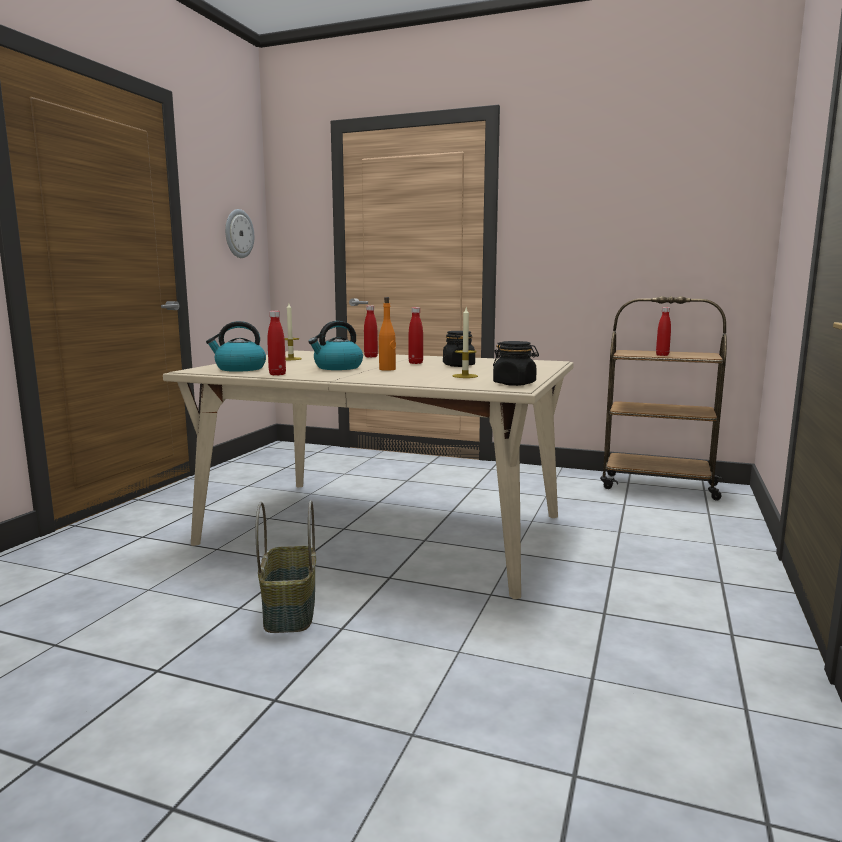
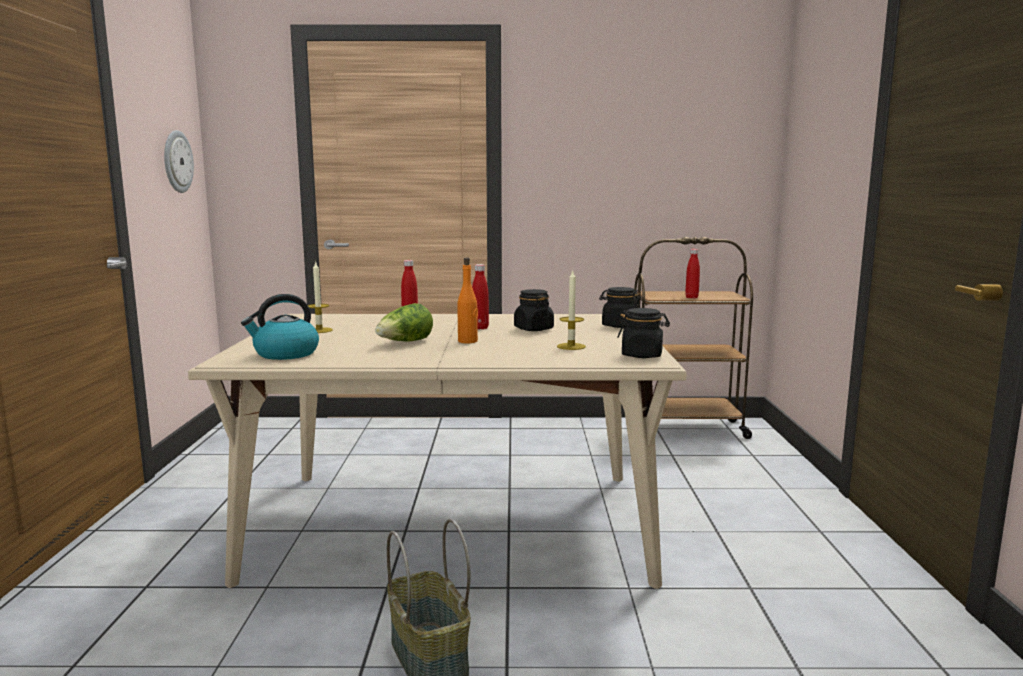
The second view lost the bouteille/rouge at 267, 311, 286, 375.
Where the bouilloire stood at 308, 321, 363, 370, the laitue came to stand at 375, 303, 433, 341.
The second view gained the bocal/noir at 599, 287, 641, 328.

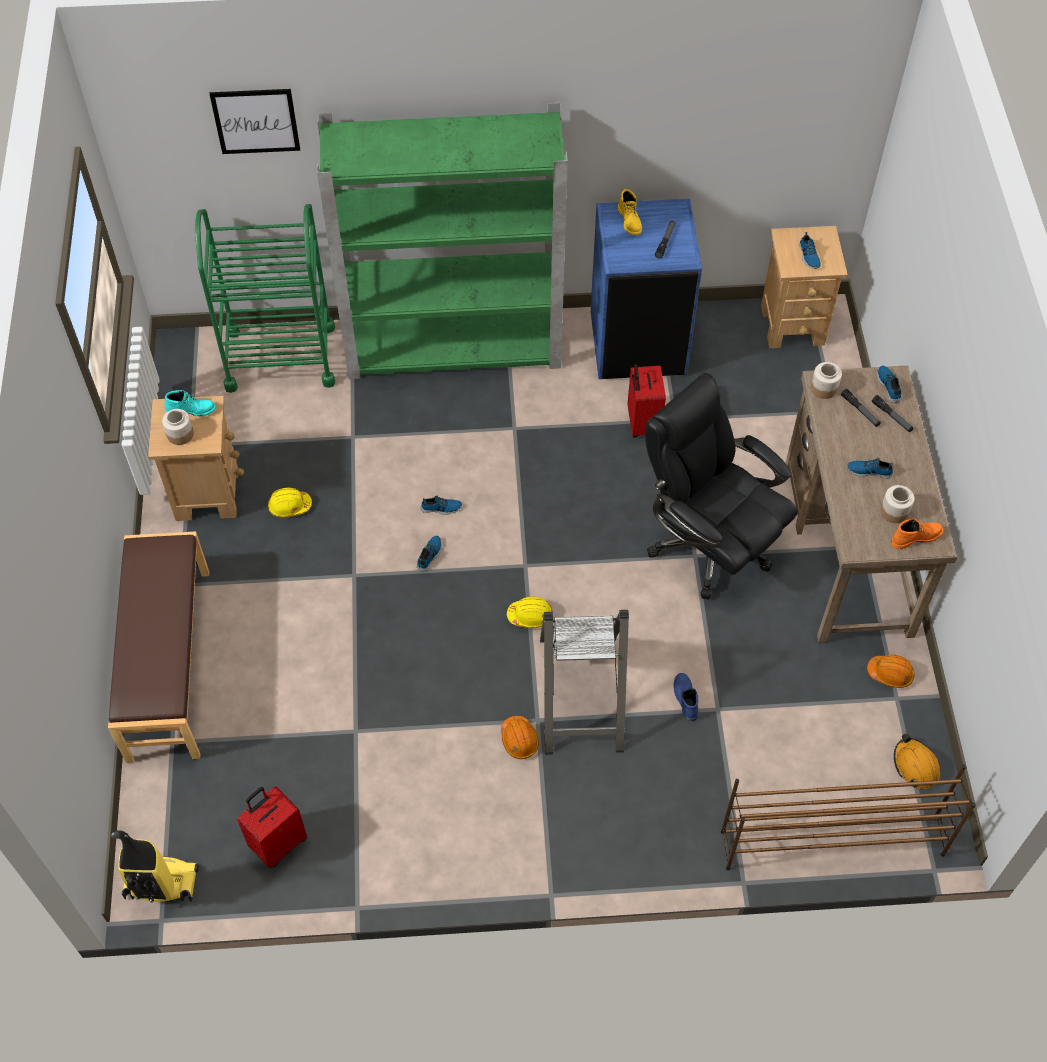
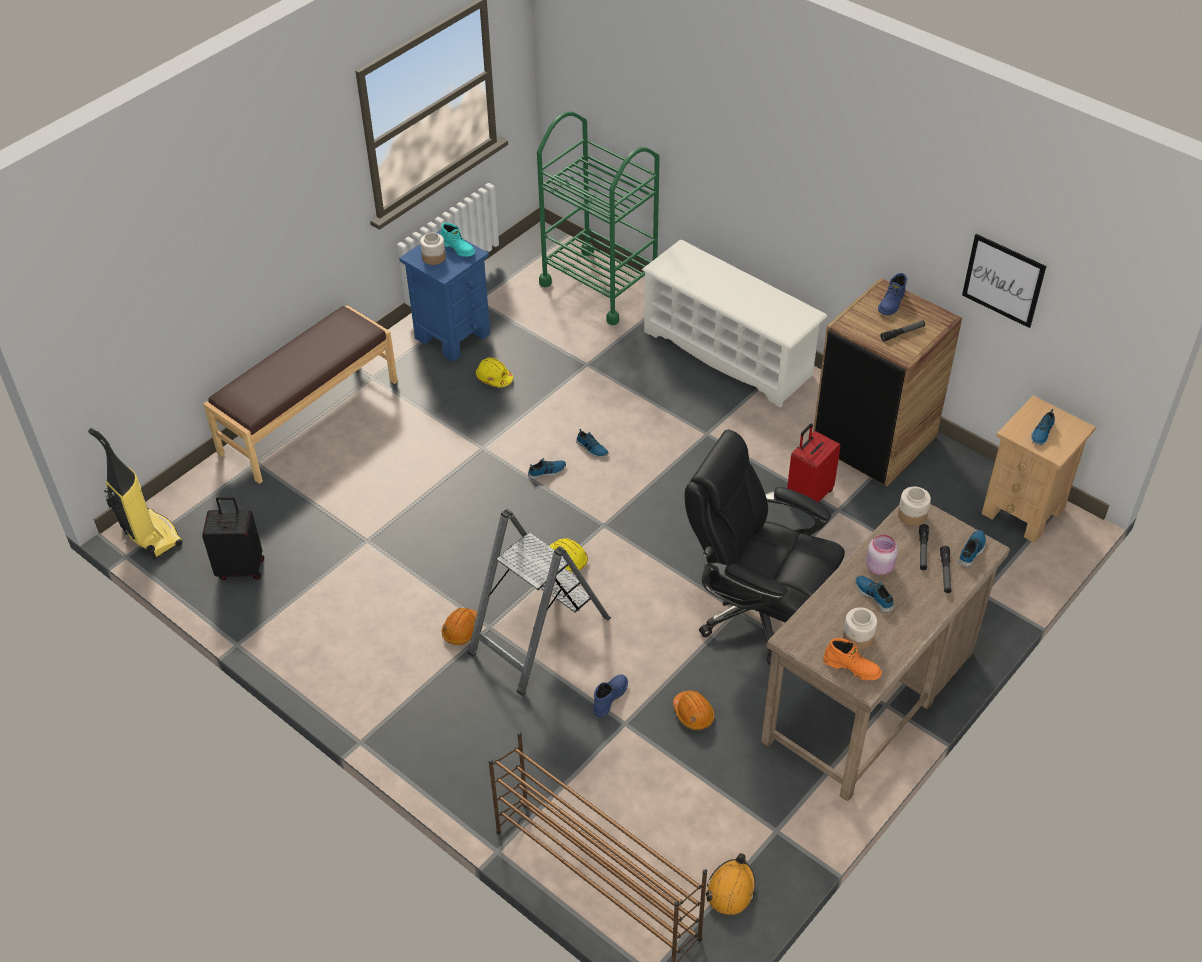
What was the table de chevet/beige at 148, 396, 244, 521 turned into the table de chevet/bleu at 399, 230, 490, 362.
The tableau ended up elsewhere, having gone from 210, 89, 300, 154 to 962, 234, 1046, 328.
What was the valise/rouge at 237, 786, 307, 868 turned into the valise/noir at 202, 497, 264, 580.
Where the bibliothèque/vert stood at 317, 103, 568, 379, the étagère à chaussures/blanc came to stand at 642, 240, 827, 408.
What was the meuble de rangement/bleu at 591, 199, 702, 379 turned into the meuble de rangement/marron at 813, 278, 962, 487.
What was the botte/jaune at 618, 189, 642, 235 turned into the botte/bleu at 878, 273, 907, 315.
The chaise de bureau/noir at 645, 373, 798, 599 ended up facing another way, 60 degrees counterclockwise from before.
The casque de chantier/orange ended up elsewhere, having gone from 867, 655, 915, 688 to 673, 691, 714, 730.
The second view gained the bocal/rose at 866, 534, 898, 575.

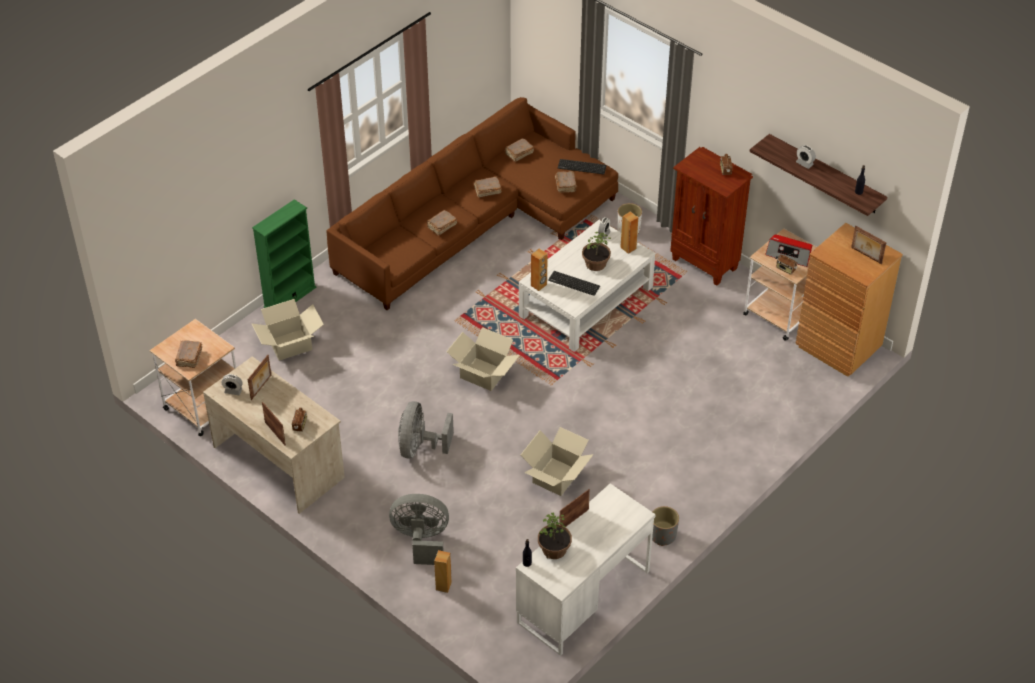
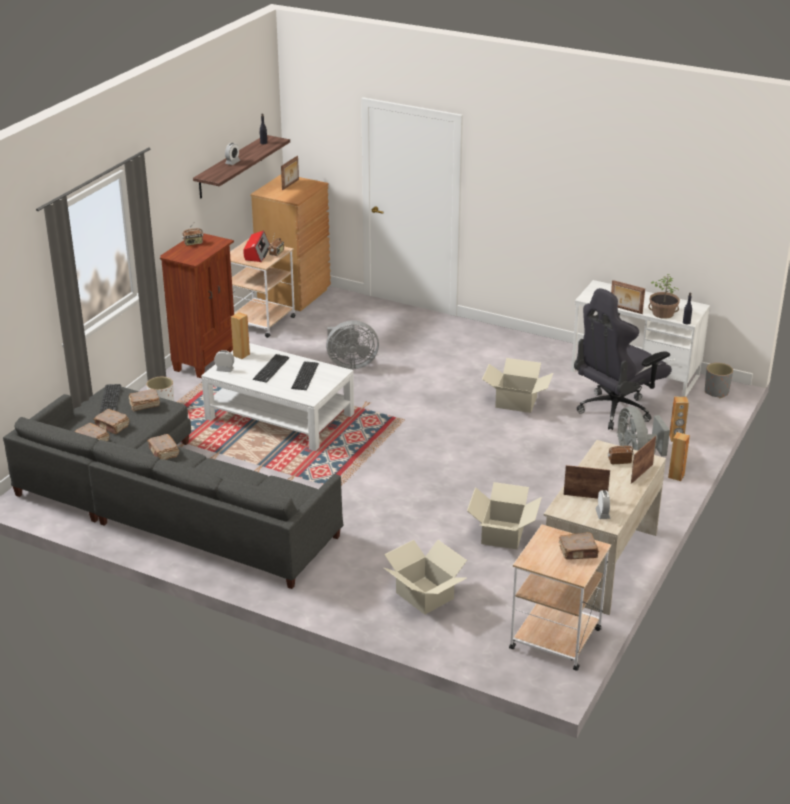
The second view lost the bibliothèque/vert at 252, 199, 316, 308.
What was the canapé/marron at 326, 97, 618, 310 turned into the canapé/gris at 3, 384, 344, 589.
The ventilateur/gris ended up elsewhere, having gone from 398, 401, 454, 458 to 326, 320, 379, 369.
The livre/marron ended up elsewhere, having gone from 427, 210, 457, 236 to 93, 409, 129, 434.
The carton ended up elsewhere, having gone from 446, 327, 520, 391 to 467, 482, 542, 549.
The enceinte/marron ended up elsewhere, having gone from 531, 249, 548, 291 to 668, 432, 690, 481.
Where the plante en pot stood at 582, 232, 611, 271, the clavier came to stand at 253, 354, 289, 383.
The cache-pot/gris ended up elsewhere, having gone from 652, 506, 679, 546 to 705, 363, 733, 398.
The second view gained the chaise de bureau/noir at 574, 288, 672, 430.

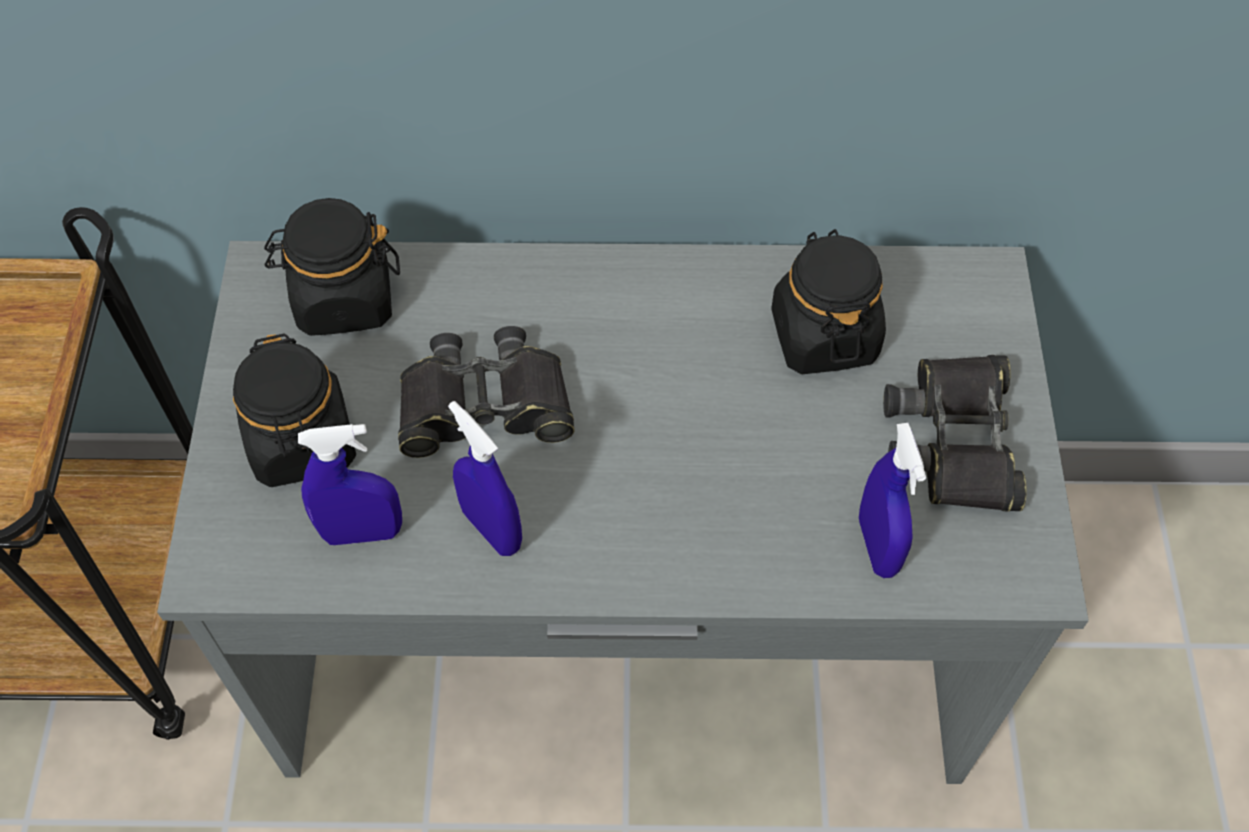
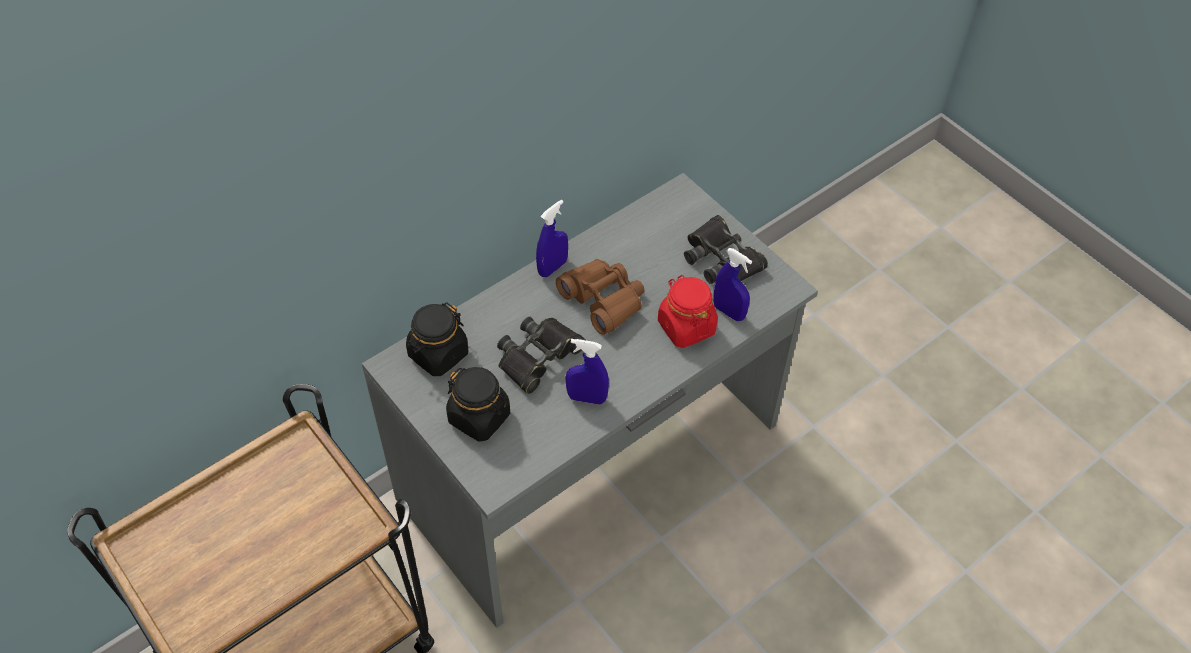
The vaporisateur/bleu ended up elsewhere, having gone from 298, 424, 402, 545 to 536, 200, 568, 277.
The second view lost the bocal/noir at 771, 229, 886, 374.
The second view gained the jumelles/marron at 556, 259, 644, 335.
The second view gained the bocal/rouge at 658, 275, 718, 348.

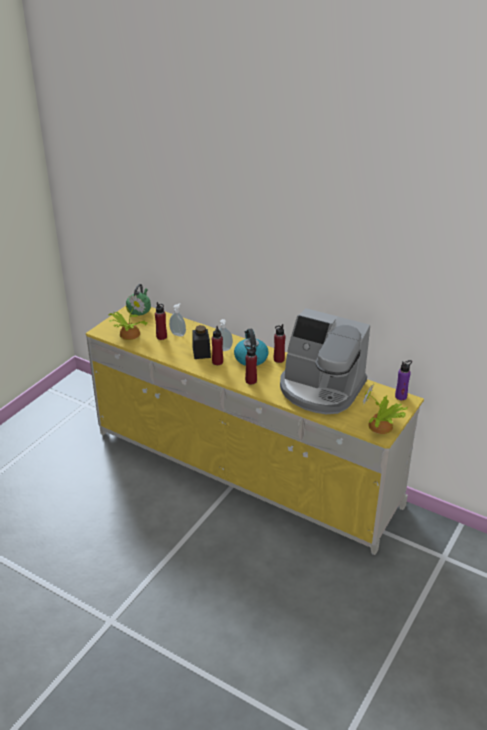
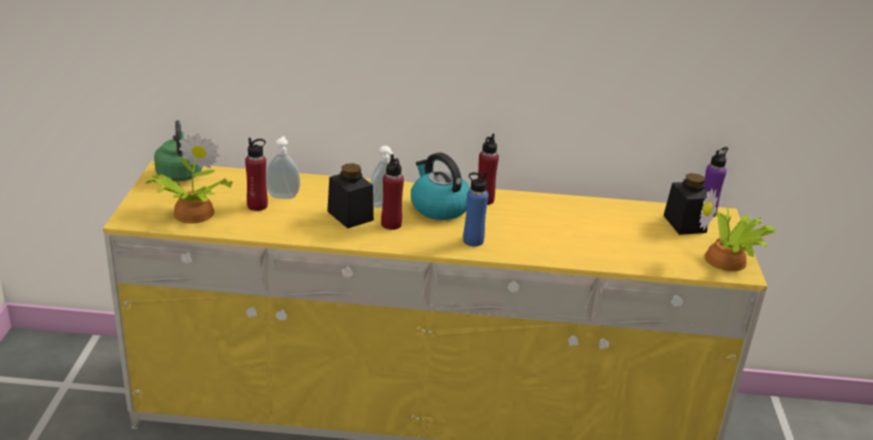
What was the bouteille/rouge at 245, 345, 257, 385 turned into the bouteille/bleu at 463, 172, 489, 246.
The second view lost the machine à café at 280, 308, 370, 414.
The second view gained the bocal/noir at 663, 173, 708, 235.

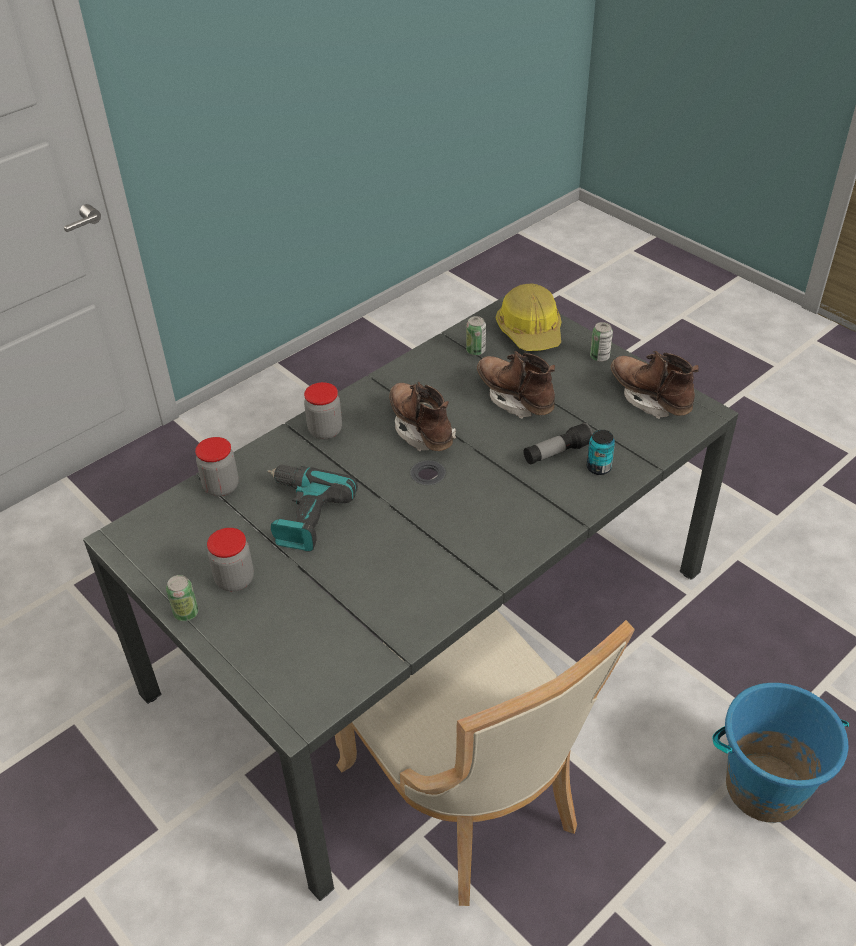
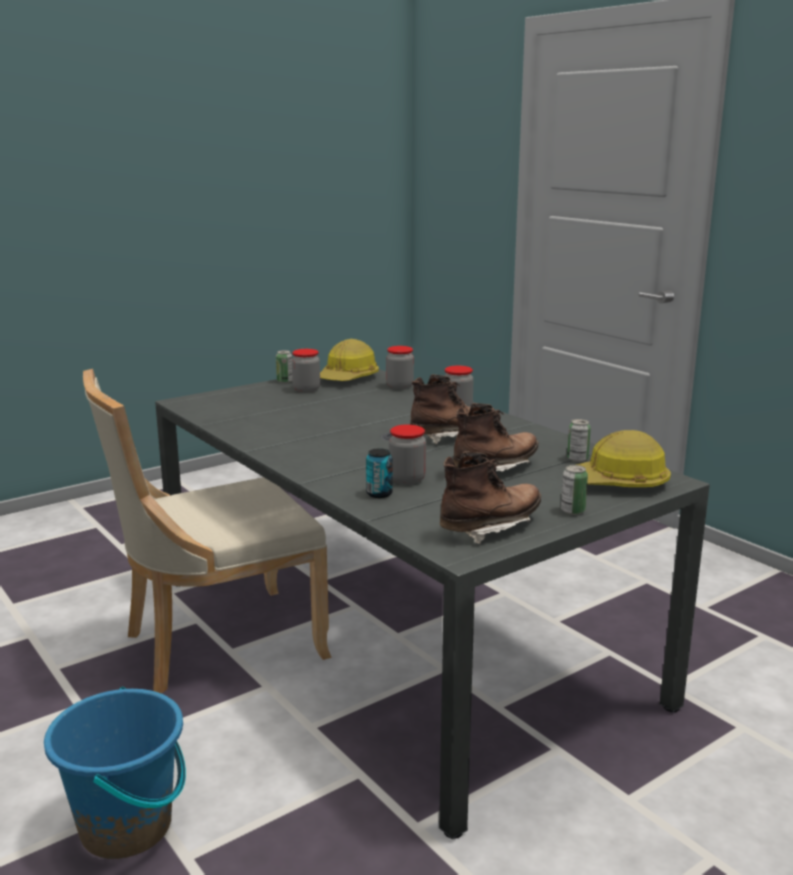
The second view lost the perceuse at 267, 465, 358, 551.
Where the lampe de poche stood at 524, 422, 593, 465, the bocal came to stand at 389, 424, 426, 485.
The second view gained the casque de chantier at 320, 339, 379, 381.

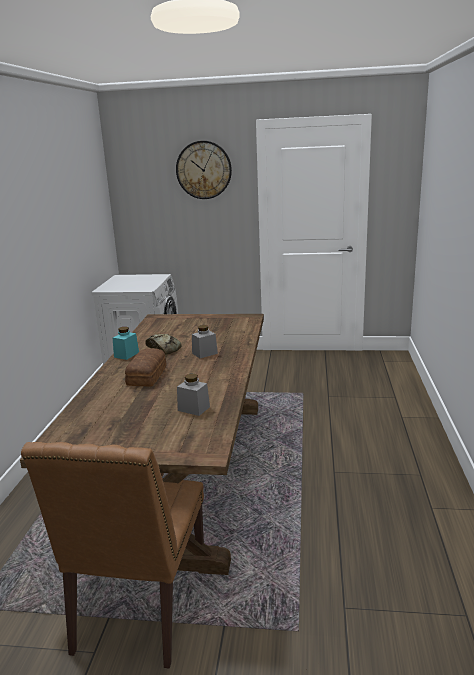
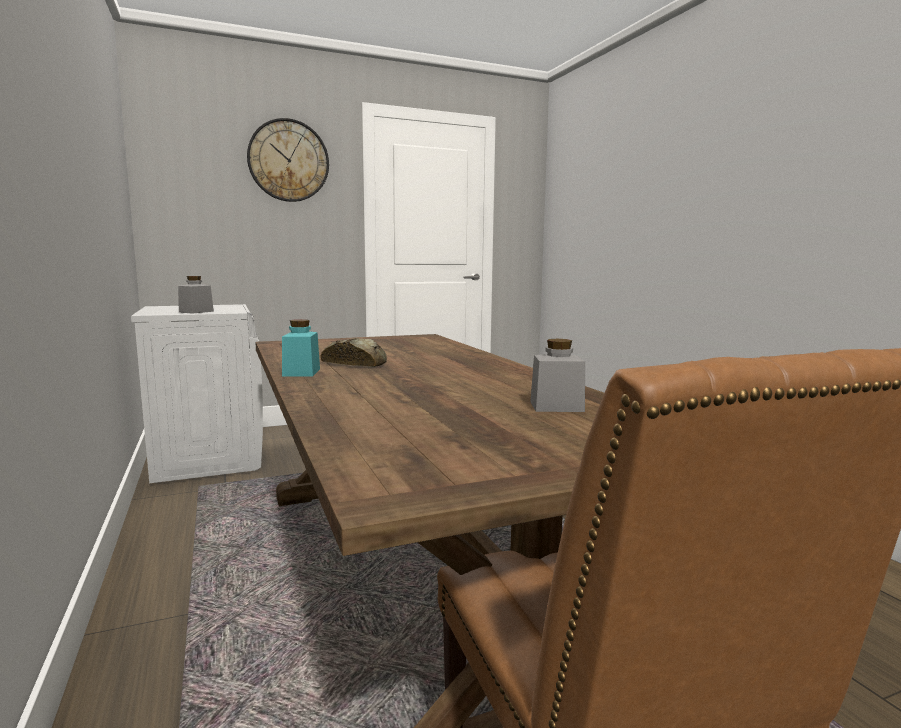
The second view lost the pain at 125, 348, 167, 386.
The bocal/gris ended up elsewhere, having gone from 192, 325, 218, 358 to 178, 276, 214, 314.

